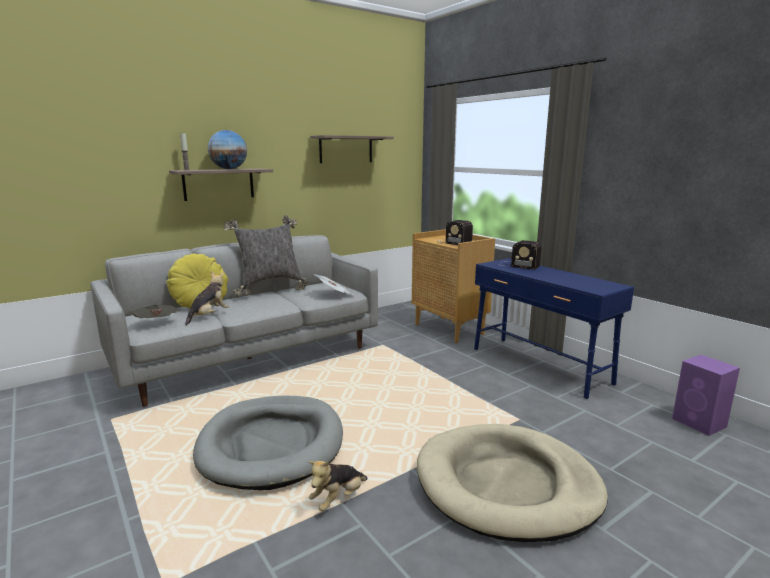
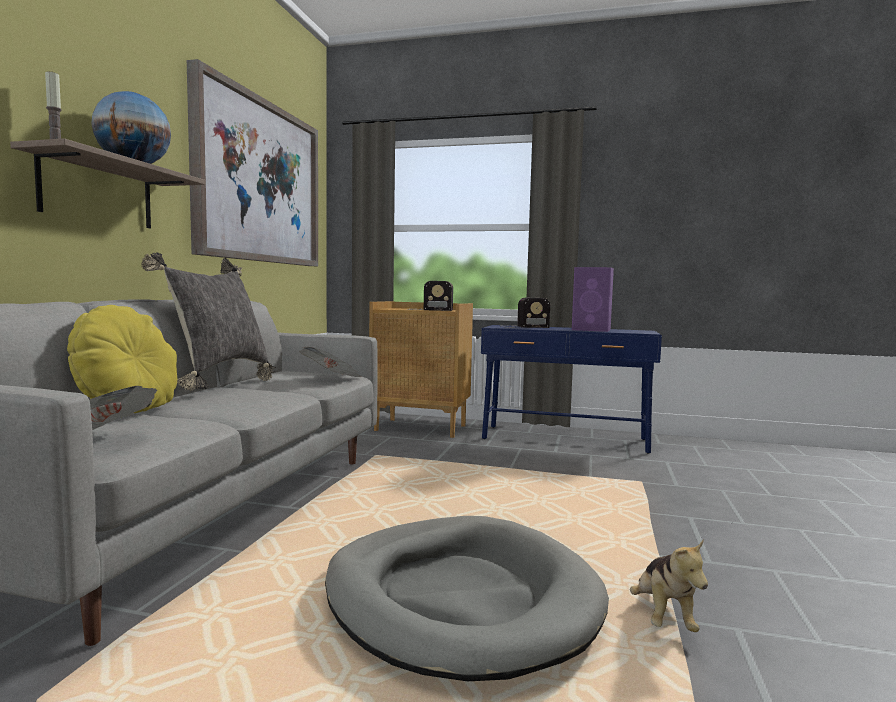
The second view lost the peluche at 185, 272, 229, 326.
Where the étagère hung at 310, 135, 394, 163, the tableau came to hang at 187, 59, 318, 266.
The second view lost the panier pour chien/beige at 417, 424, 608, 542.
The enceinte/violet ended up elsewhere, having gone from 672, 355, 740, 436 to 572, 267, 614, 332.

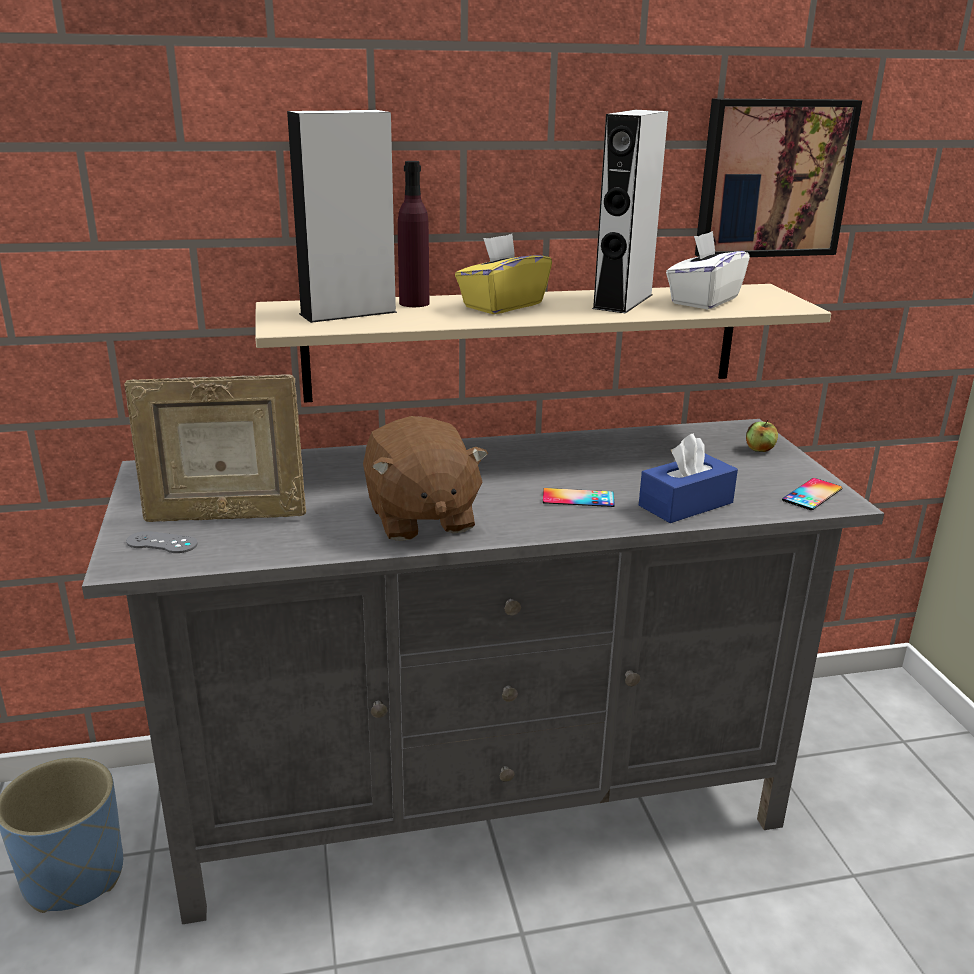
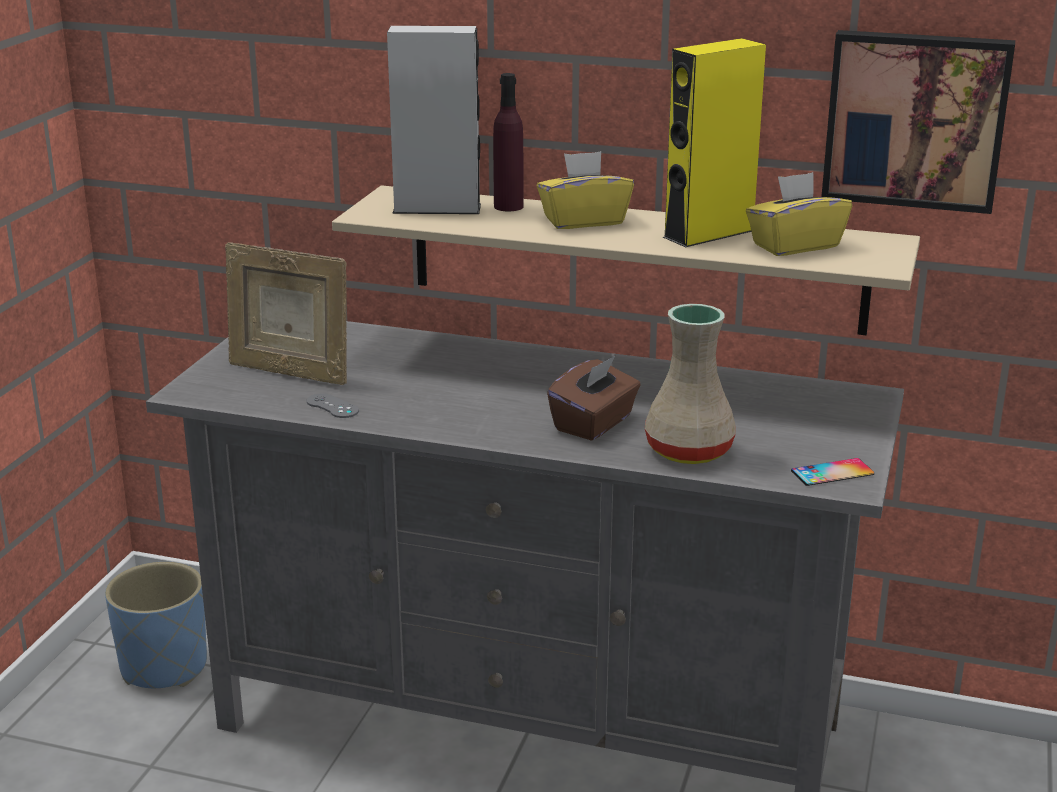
The manette/gris ended up elsewhere, having gone from 126, 531, 198, 553 to 307, 394, 359, 418.
The second view lost the peluche/marron at 363, 416, 488, 541.
Where the téléphone stood at 543, 488, 615, 507, the boîte à mouchoirs/marron came to stand at 547, 356, 641, 441.
What was the enceinte/gris at 592, 110, 668, 313 turned into the enceinte/jaune at 663, 38, 766, 247.
Where the boîte à mouchoirs/bleu stood at 639, 434, 738, 523, the vase/beige came to stand at 645, 304, 736, 464.
What was the boîte à mouchoirs/blanc at 666, 231, 750, 309 turned into the boîte à mouchoirs/jaune at 746, 172, 852, 256.
The second view lost the pomme at 746, 419, 778, 452.

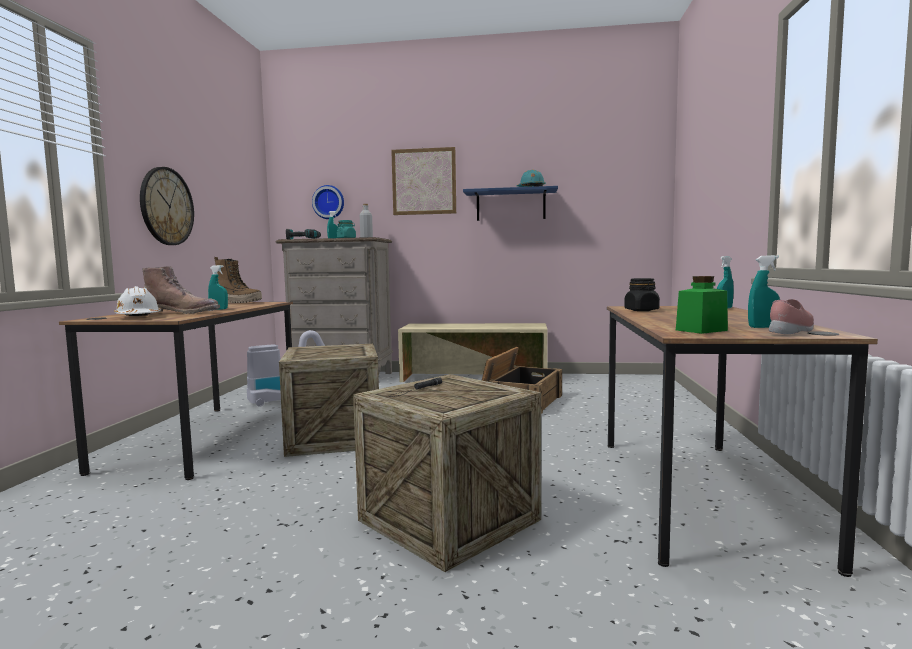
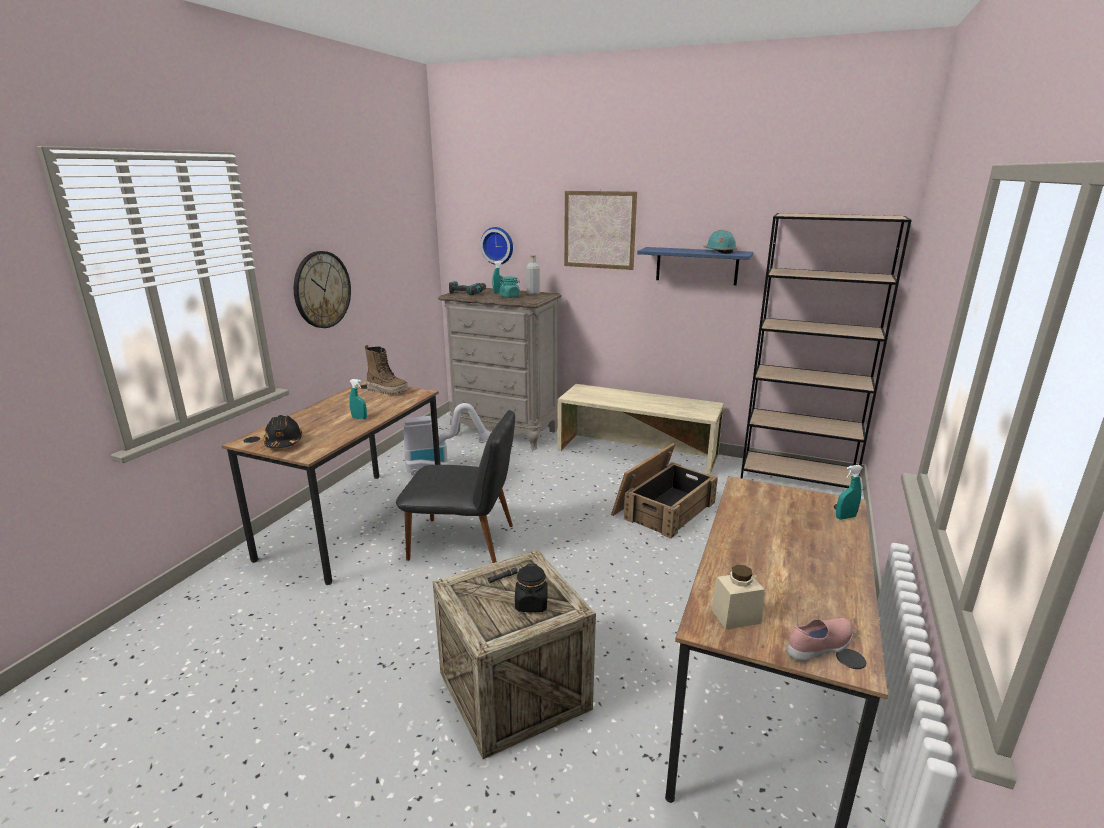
What was the casque de chantier/blanc at 114, 286, 161, 316 turned into the casque de chantier/noir at 263, 415, 302, 448.
The second view lost the botte/marron at 143, 266, 220, 314.
Where the caisse stood at 279, 344, 379, 457, the chaise/noir came to stand at 396, 410, 515, 563.
The bocal/noir ended up elsewhere, having gone from 624, 278, 660, 311 to 515, 564, 548, 612.
What was the bocal/vert at 676, 276, 728, 334 turned into the bocal/beige at 711, 565, 765, 629.
The second view lost the vaporisateur/turquoise at 748, 255, 780, 328.
The second view gained the bibliothèque/beige at 741, 213, 911, 488.

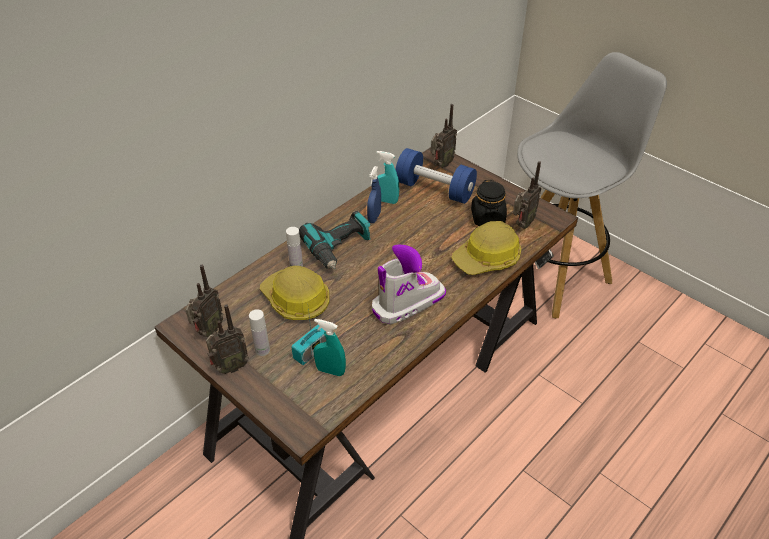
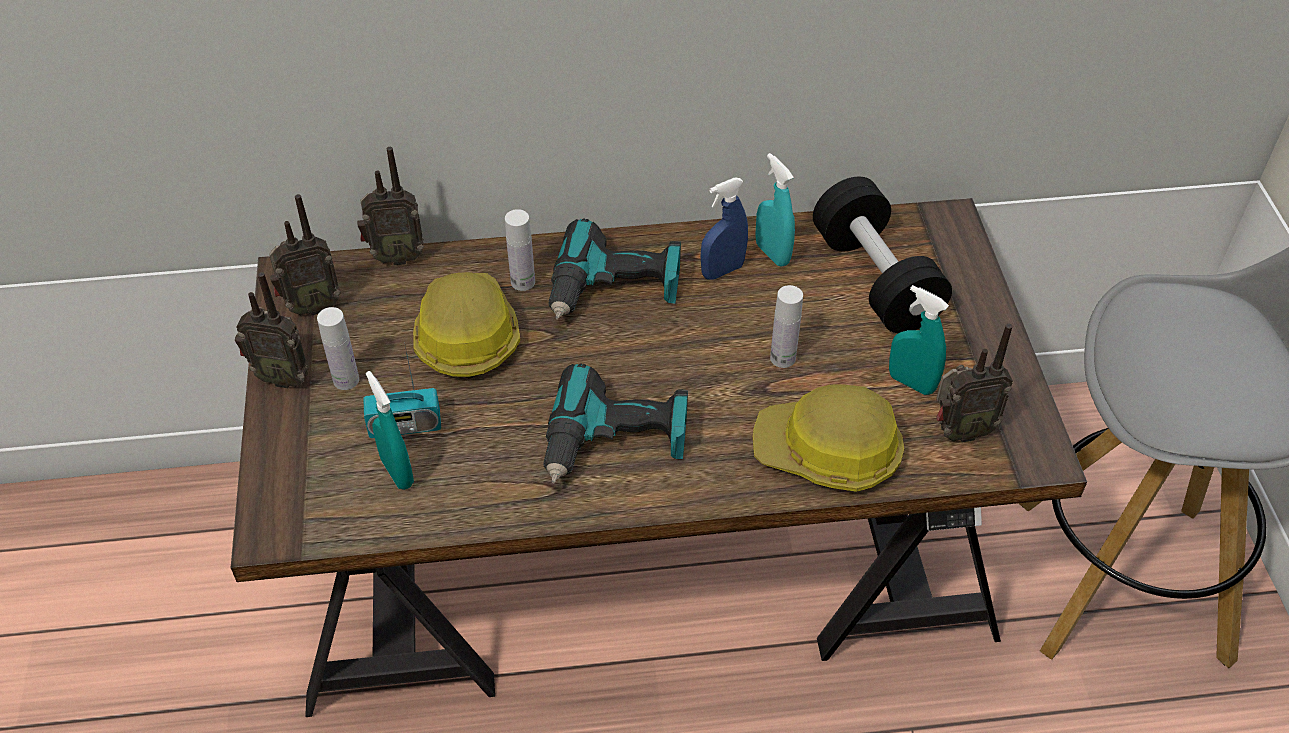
Where the botte stood at 372, 245, 446, 325, the perceuse came to stand at 543, 363, 688, 483.
What was the haltère/bleu at 395, 148, 477, 204 turned into the haltère/noir at 813, 177, 952, 333.
The radio ended up elsewhere, having gone from 431, 104, 457, 168 to 357, 147, 424, 265.
Where the bocal/noir stood at 471, 180, 507, 226, the vaporisateur/turquoise came to stand at 889, 285, 949, 395.
The second view gained the bouteille/blanc at 770, 285, 803, 368.

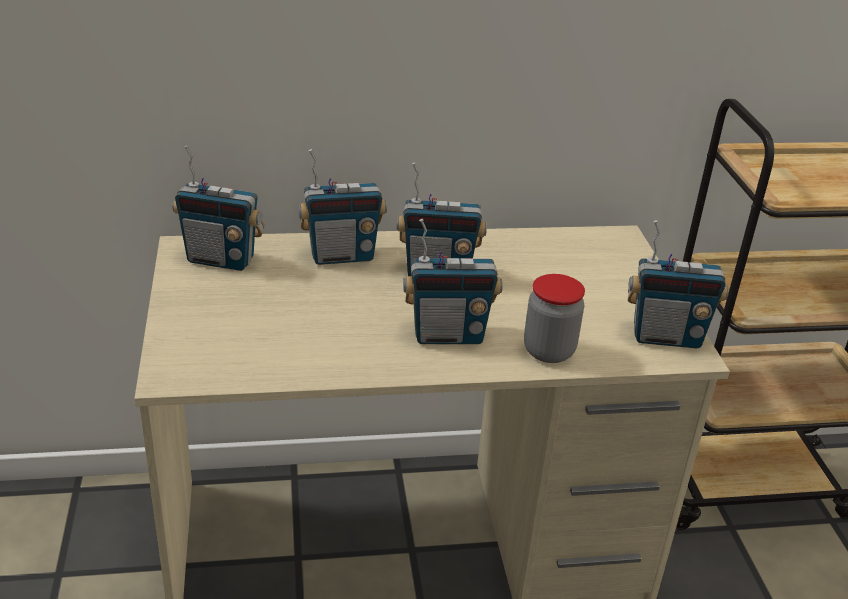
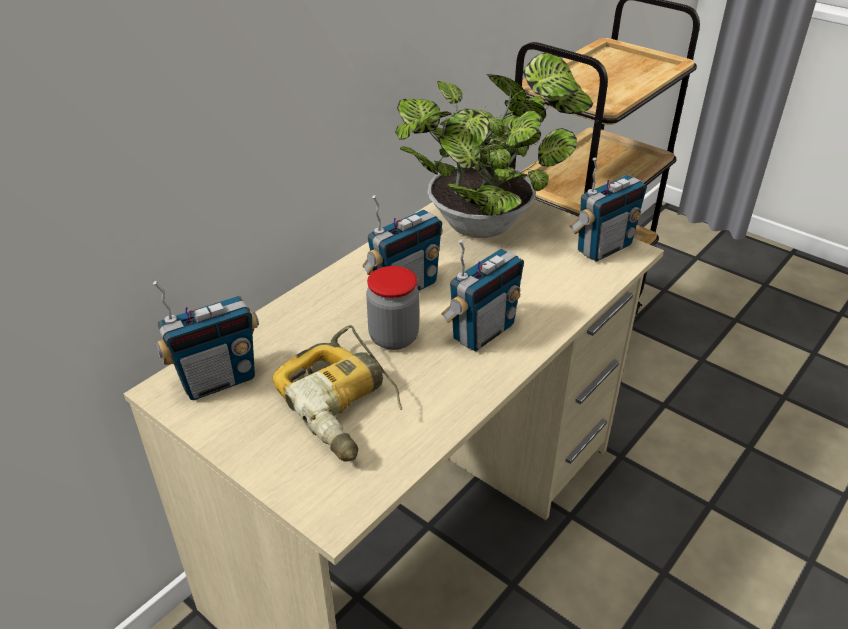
The second view lost the radio at 298, 149, 387, 265.
The bocal ended up elsewhere, having gone from 524, 274, 585, 363 to 366, 266, 419, 350.
The second view gained the perceuse at 273, 325, 402, 462.
The second view gained the plante en pot at 395, 52, 593, 238.

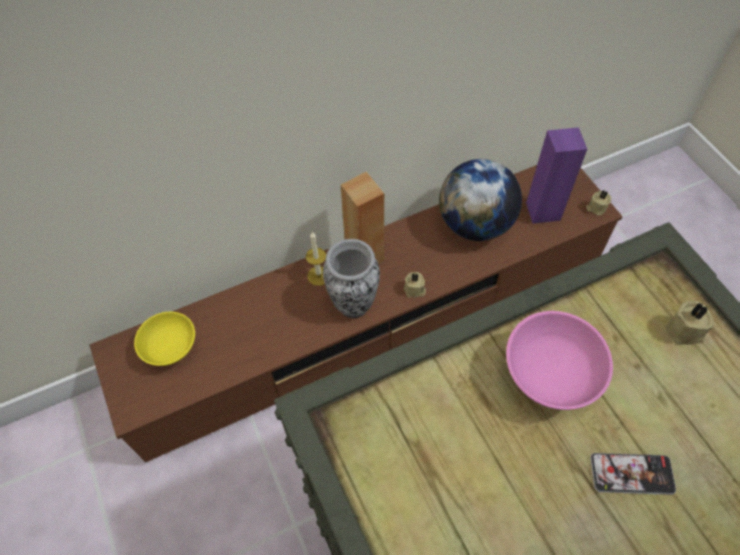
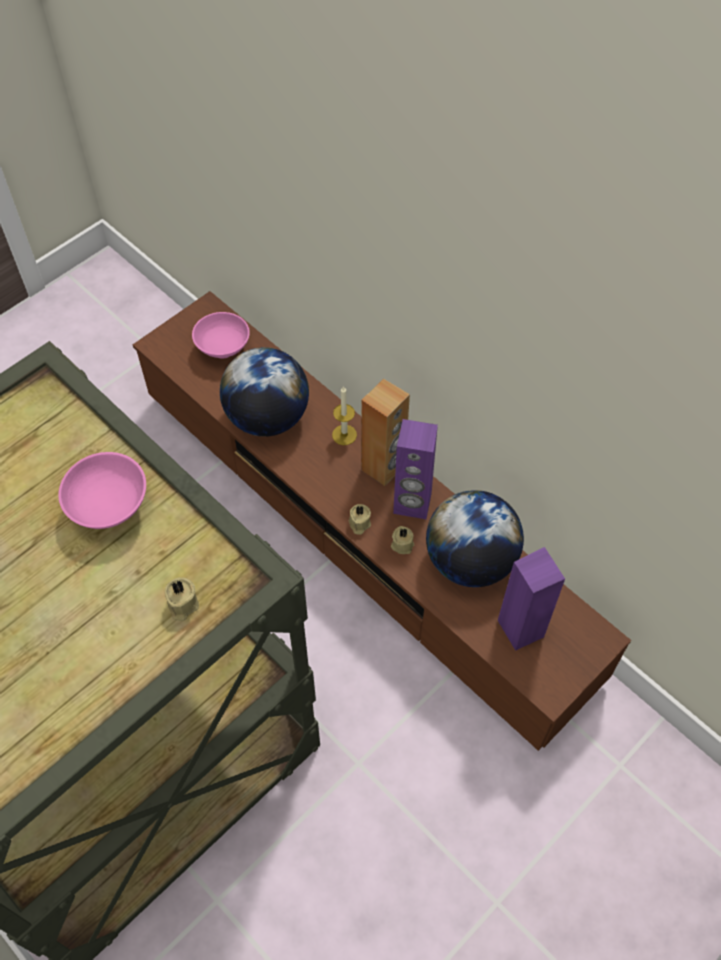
What was the bol/jaune at 134, 312, 195, 366 turned into the bol/rose at 192, 312, 250, 359.
The second view lost the vase at 323, 239, 380, 318.
The bougie/beige ended up elsewhere, having gone from 586, 190, 611, 216 to 391, 526, 414, 554.
The second view lost the téléphone at 590, 453, 676, 495.
The second view gained the globe at 220, 347, 309, 437.
The second view gained the enceinte/violet at 393, 419, 438, 519.

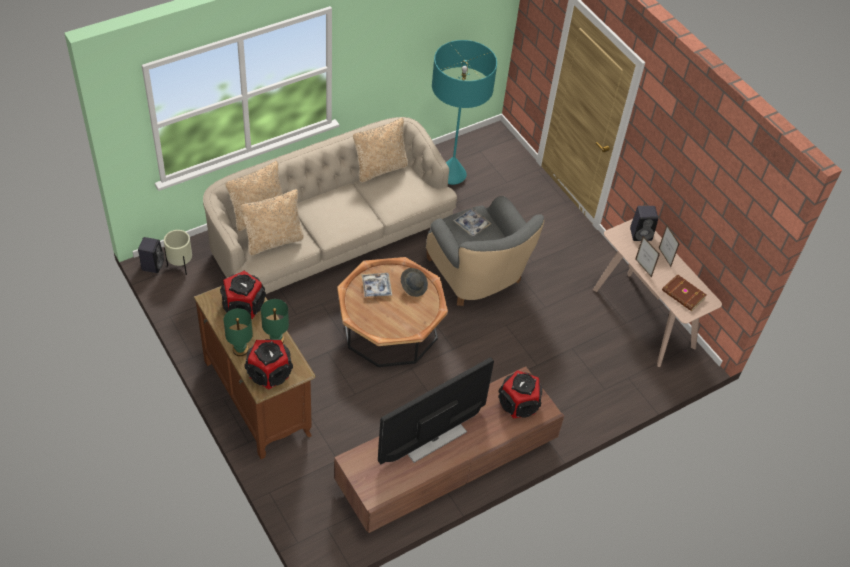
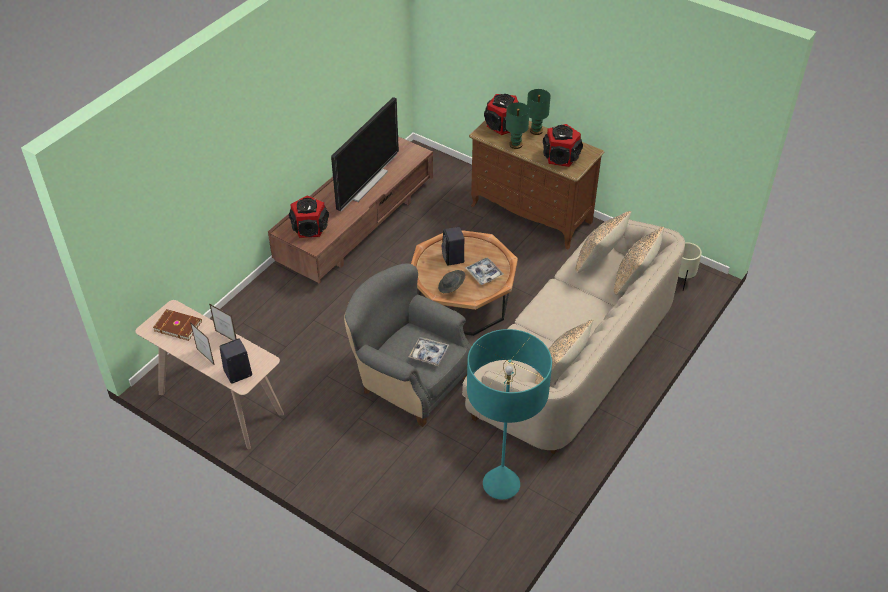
The enceinte/noir ended up elsewhere, having gone from 138, 237, 164, 273 to 442, 227, 465, 266.

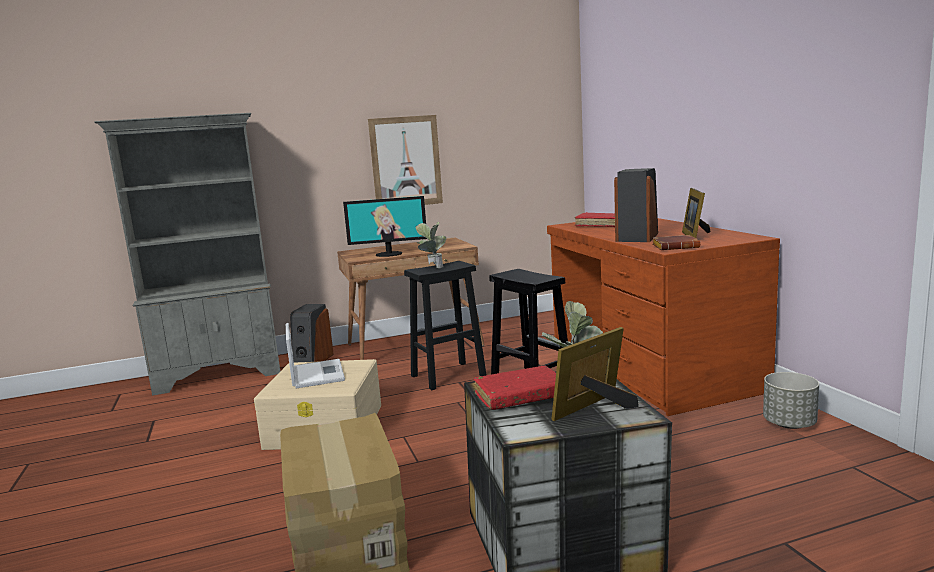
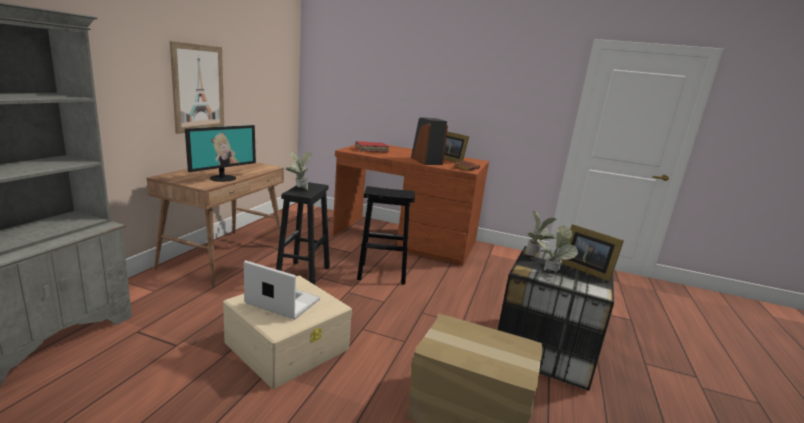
The second view lost the enceinte at 290, 304, 334, 363.
Where the livre/rouge stood at 474, 366, 556, 410, the plante en pot came to stand at 537, 225, 578, 272.
The cadre photo at 552, 327, 639, 421 ended up facing another way, 45 degrees counterclockwise from before.
The second view lost the cache-pot/gris at 763, 372, 819, 429.

